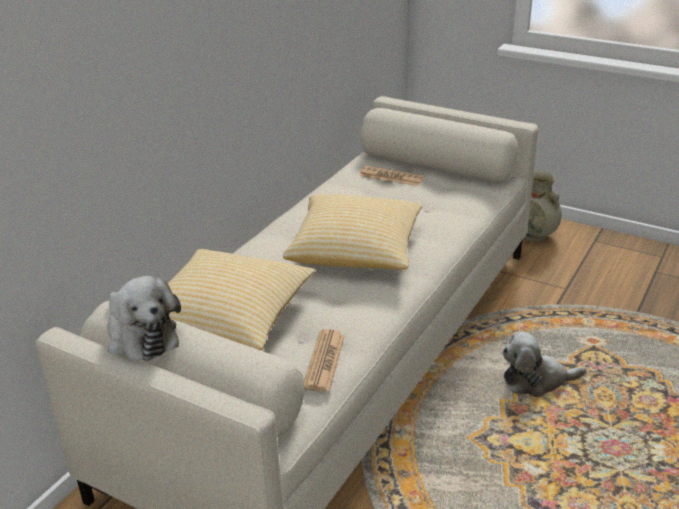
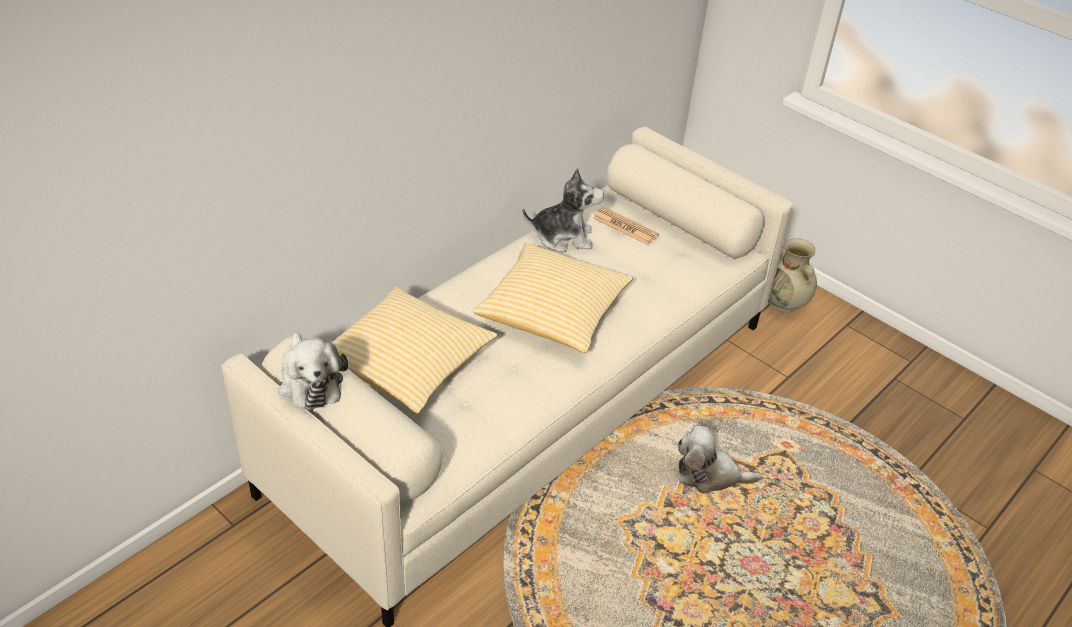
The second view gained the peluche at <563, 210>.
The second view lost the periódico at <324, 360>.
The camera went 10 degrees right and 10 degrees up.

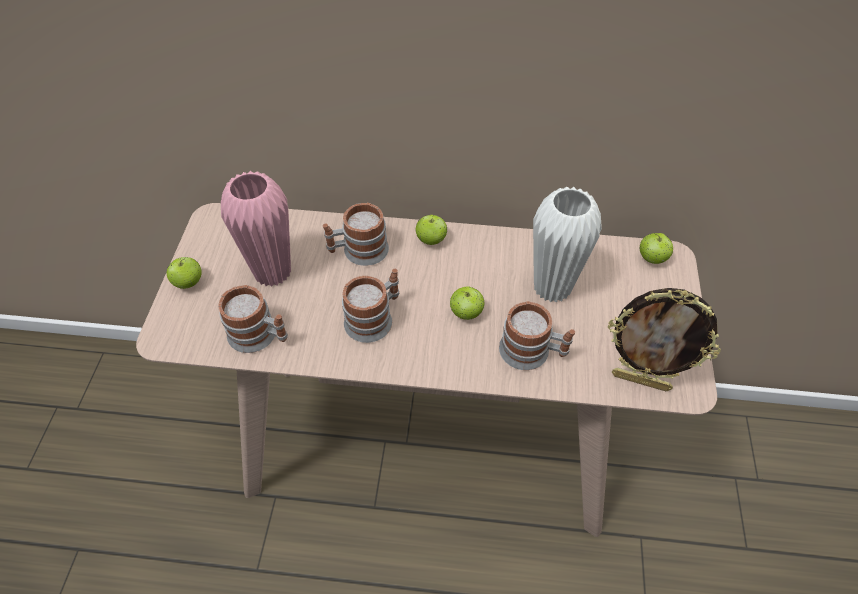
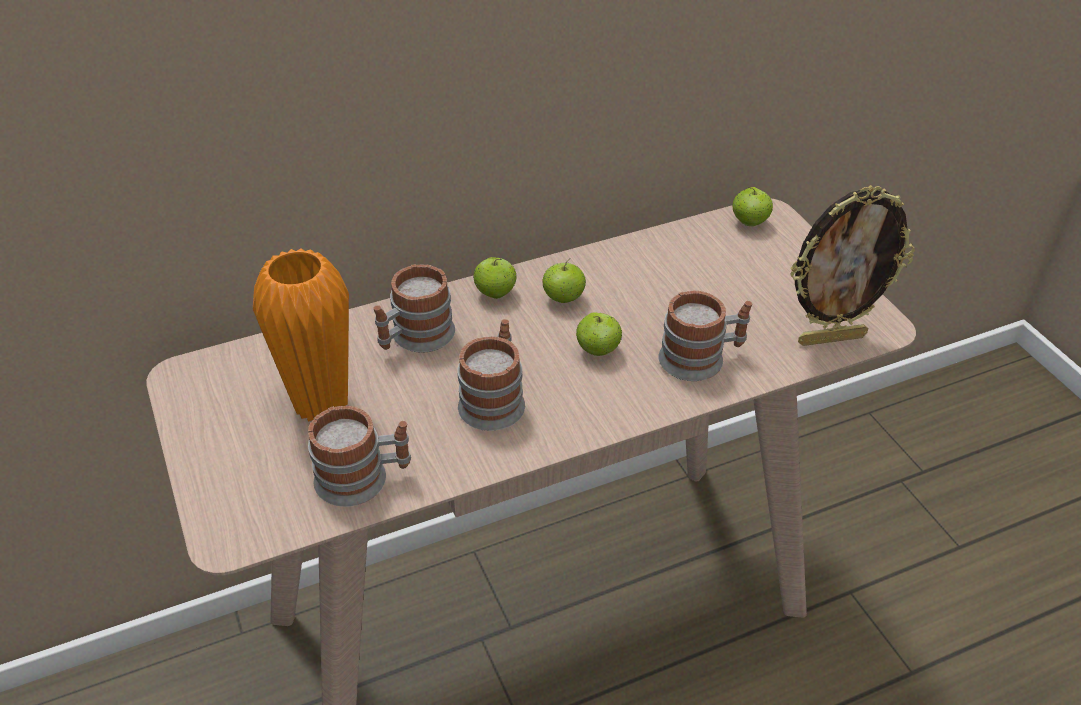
What was the florero [rosa] at <256, 229> turned into the florero [naranja] at <301, 335>.
The manzana ended up elsewhere, having gone from <184, 273> to <564, 280>.
The second view lost the florero [blanco] at <567, 245>.
The camera went 30 degrees left and 10 degrees down.

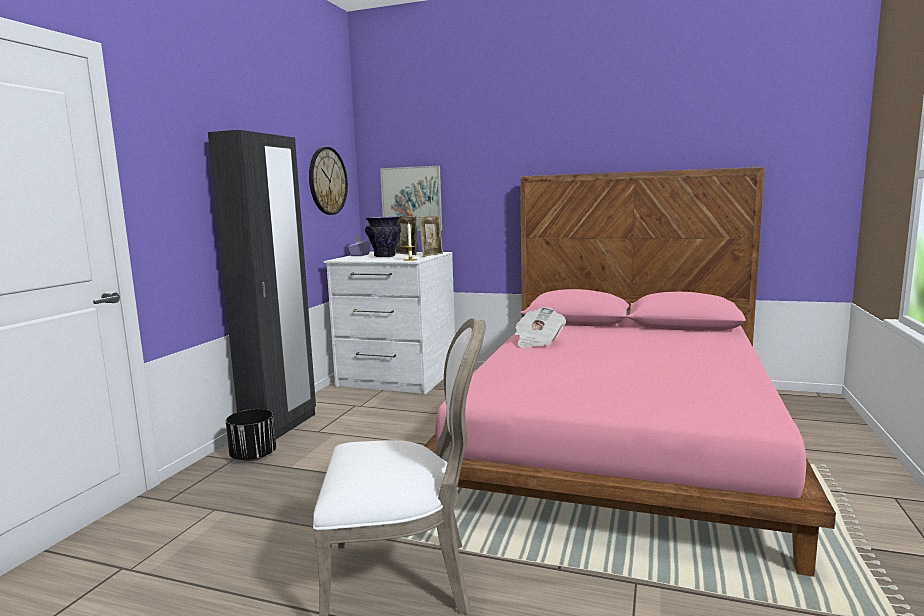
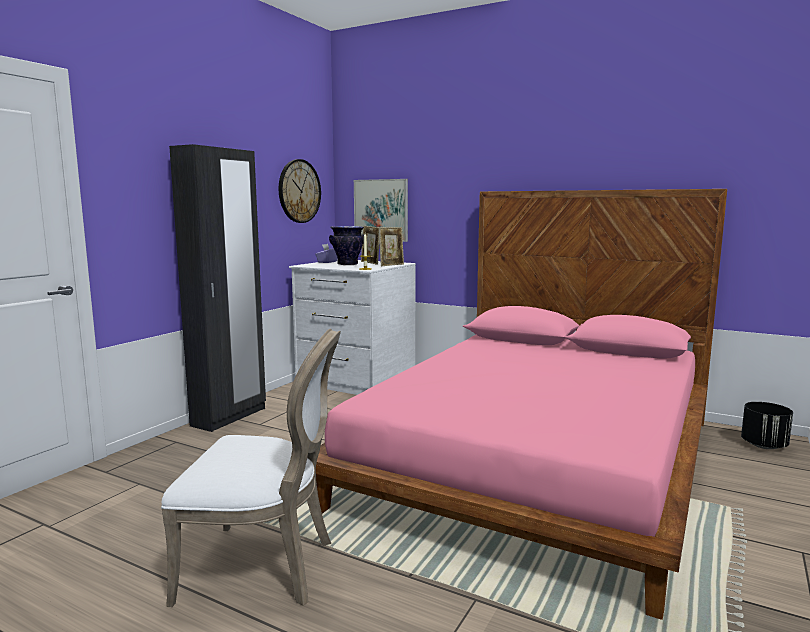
The maceta [negro] ended up elsewhere, having gone from <251, 435> to <767, 425>.
The second view lost the periódico at <540, 327>.
The camera went 10 degrees right and 0 degrees up.

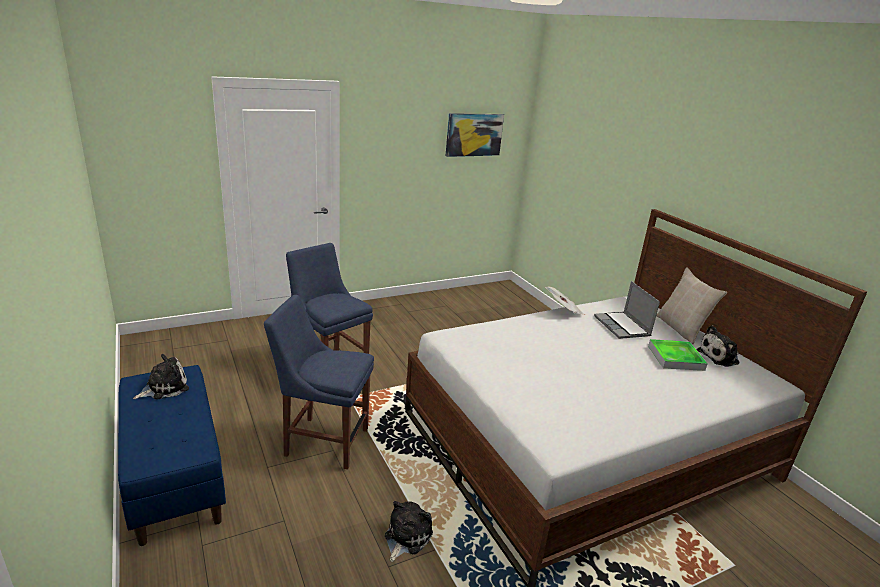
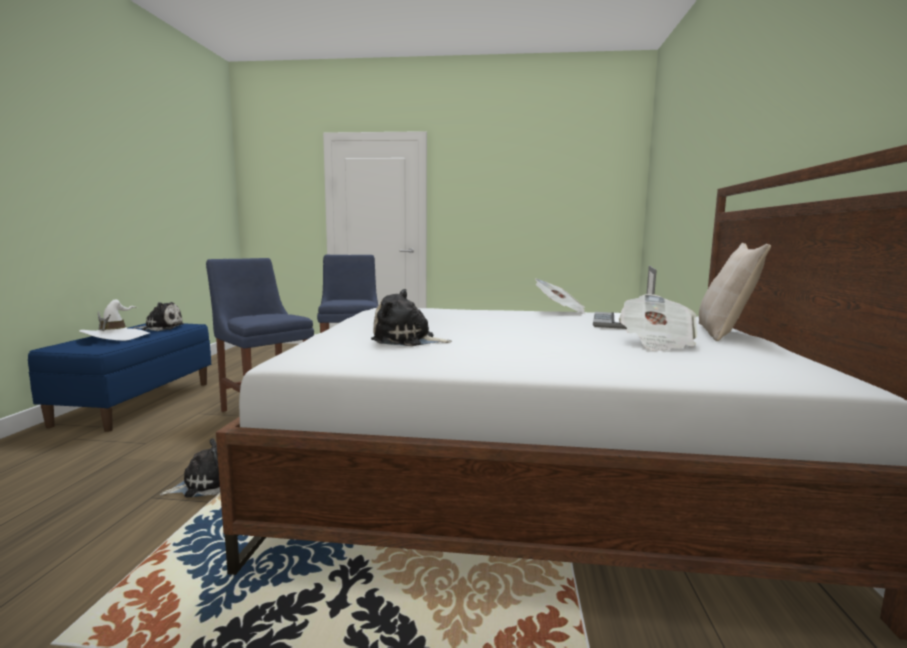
The second view gained the sombrero [blanco] at <114, 320>.
The peluche ended up elsewhere, having gone from <718, 346> to <411, 317>.
Where the bandeja stood at <678, 355>, the periódico came to stand at <658, 322>.
The second view lost the cuadro at <475, 135>.
The camera went 35 degrees right and 15 degrees down.

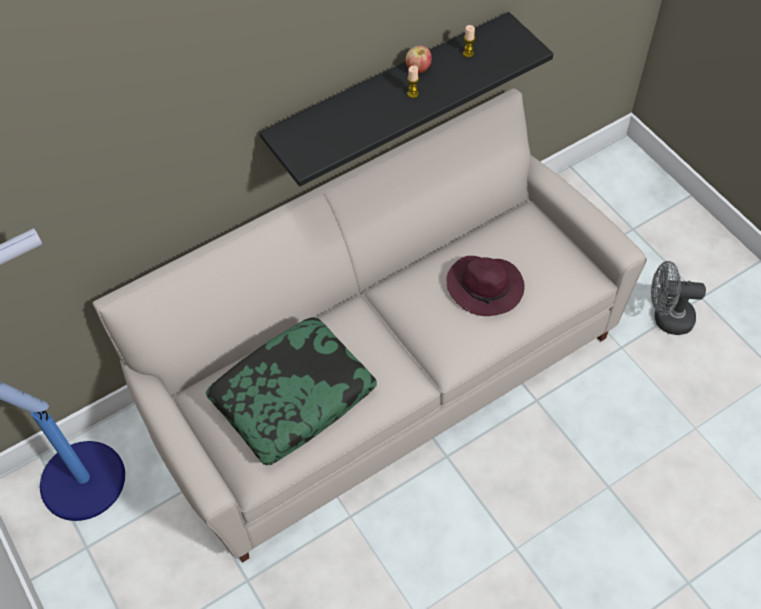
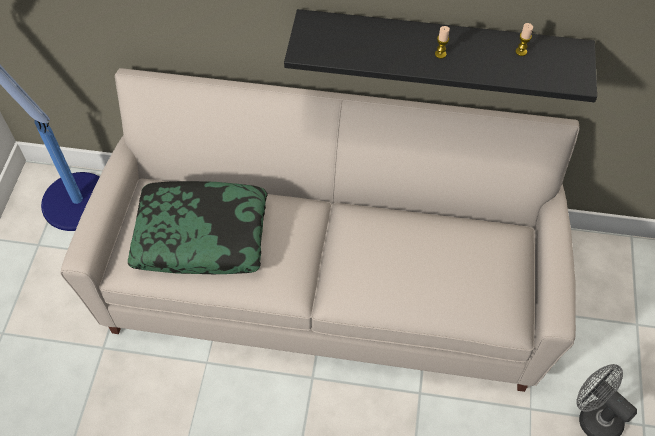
The second view lost the manzana at <419, 60>.
The second view lost the sombrero [morado] at <485, 286>.
The camera went 40 degrees right and 0 degrees up.

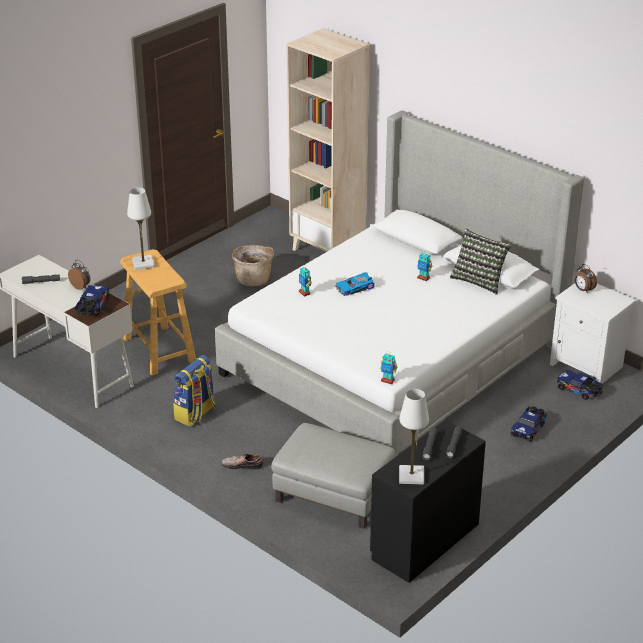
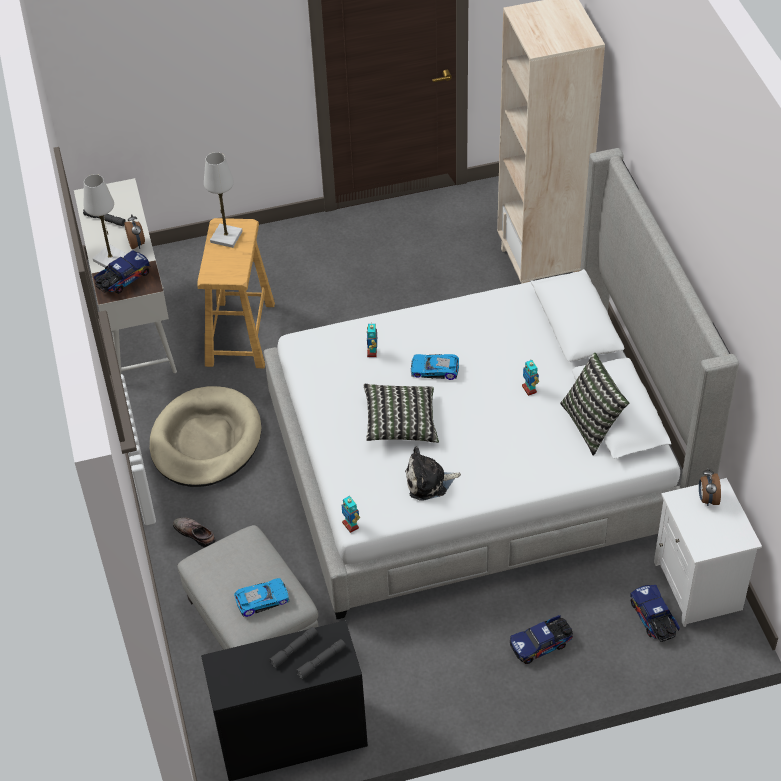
The lámpara de mesa [blanco] ended up elsewhere, having gone from <414, 437> to <105, 220>.
Where the mochila stood at <194, 391>, the cama para perro [beis] came to stand at <206, 436>.
The second view gained the coche de juguete at <262, 597>.
The second view gained the cojín at <401, 413>.
The second view gained the peluche at <433, 473>.
The second view lost the cesta at <253, 266>.
The camera went 35 degrees right and 15 degrees up.

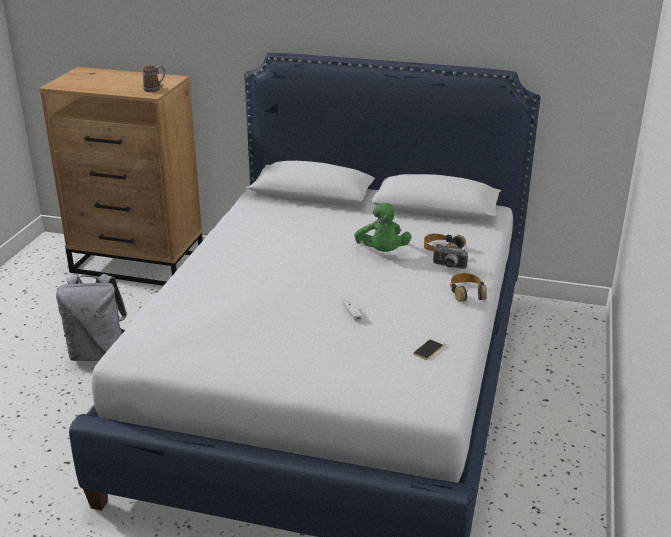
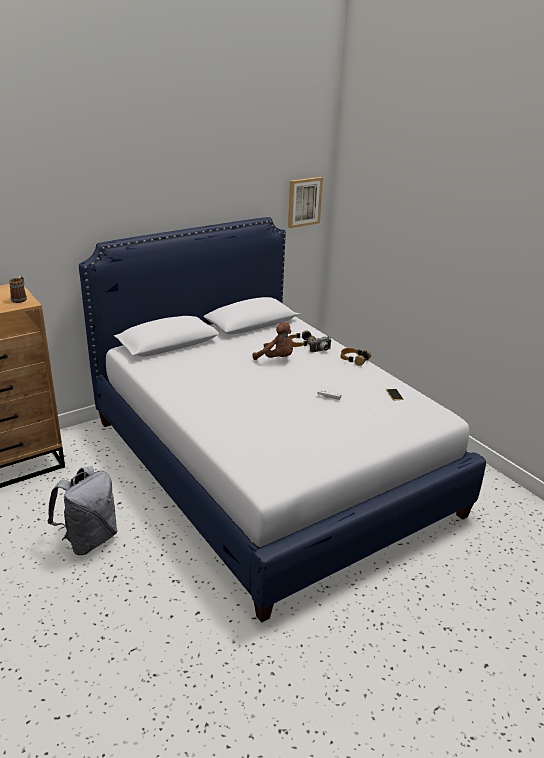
What was the peluche [verde] at <382, 227> turned into the peluche [marrón] at <273, 341>.
The second view gained the cuadro at <305, 202>.
The camera went 50 degrees left and 0 degrees up.

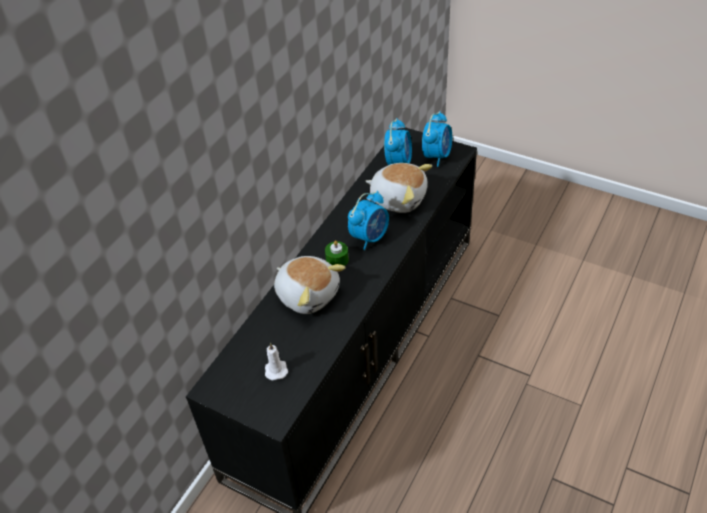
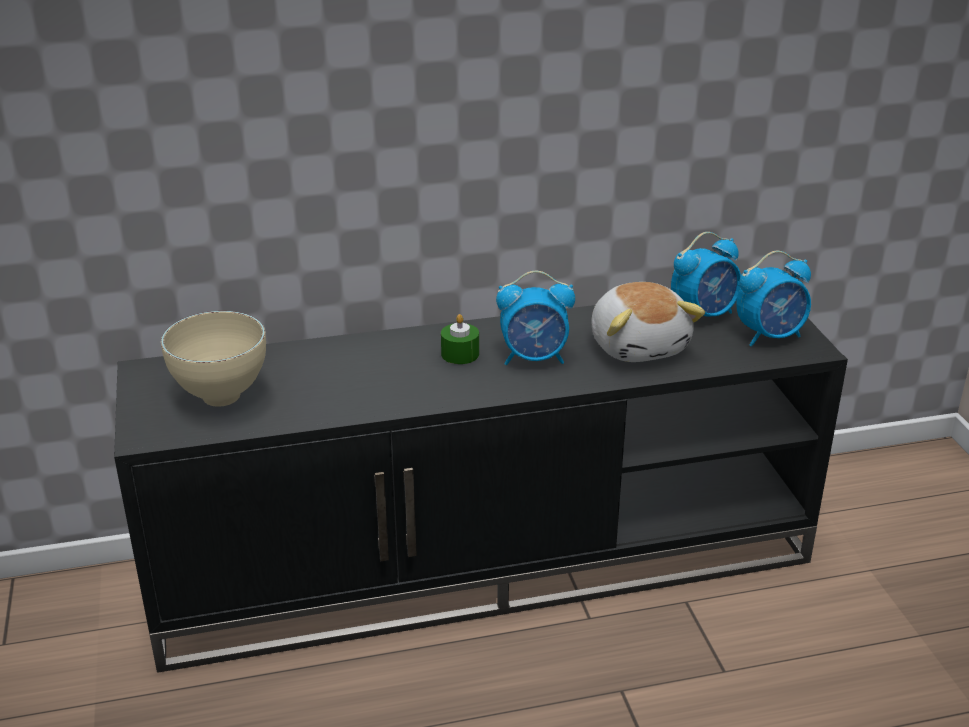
Where the vela [blanco] stood at <276, 361>, the cuenco [beis] came to stand at <213, 359>.
The second view lost the peluche at <310, 285>.
The camera went 45 degrees right and 15 degrees down.

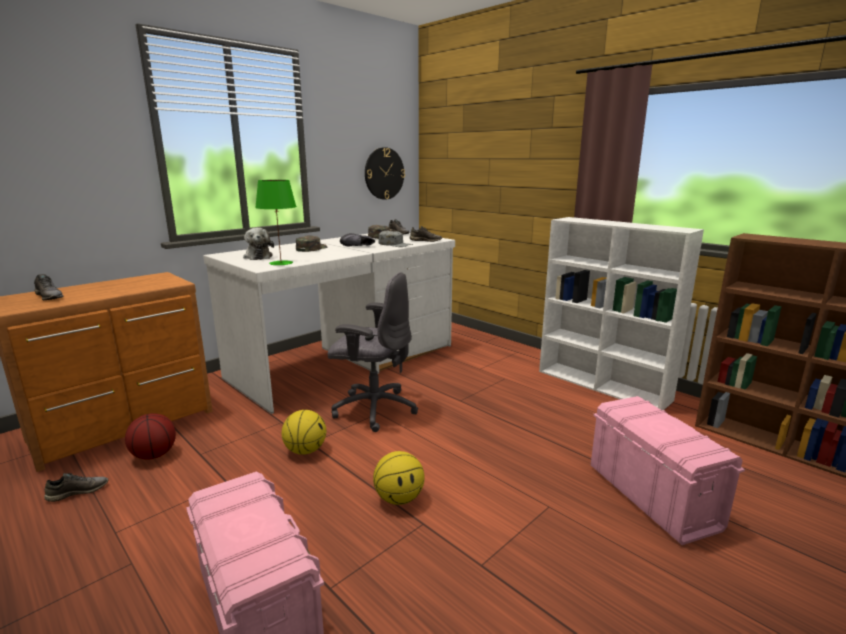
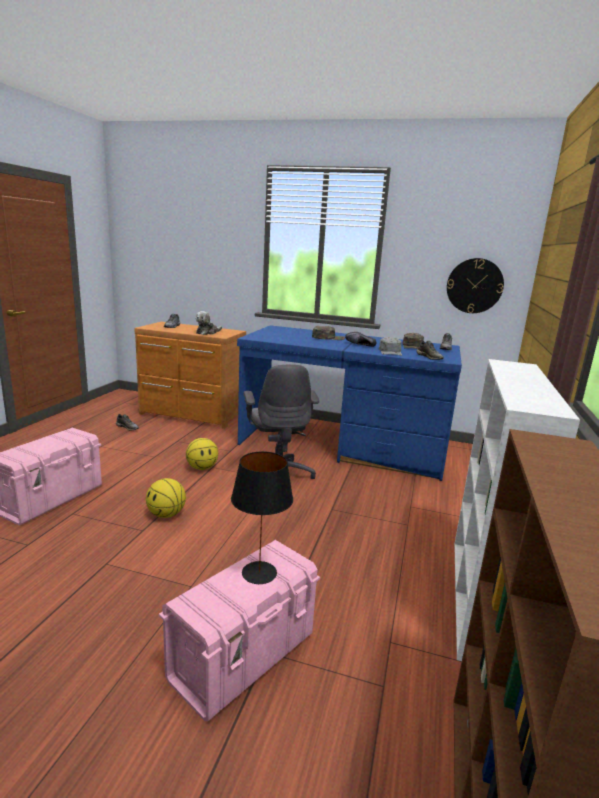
The peluche ended up elsewhere, having gone from <258, 244> to <208, 323>.
The second view gained the lámpara de mesa [negro] at <262, 517>.
What was the escritorio [blanco] at <329, 323> turned into the escritorio [azul] at <349, 403>.
The second view lost the balón de baloncesto at <150, 436>.
The second view lost the lámpara de mesa [verde] at <276, 222>.
The camera went 60 degrees right and 0 degrees up.

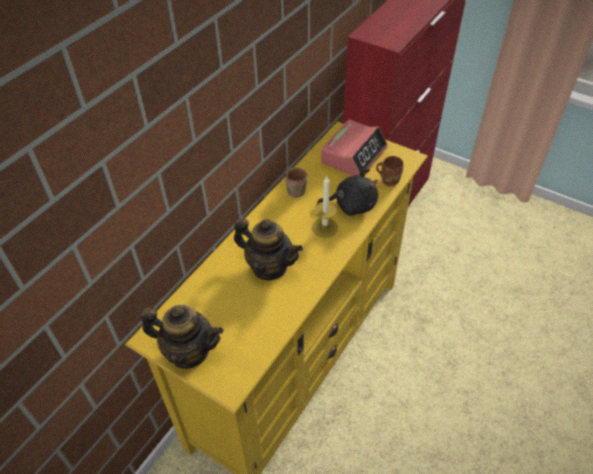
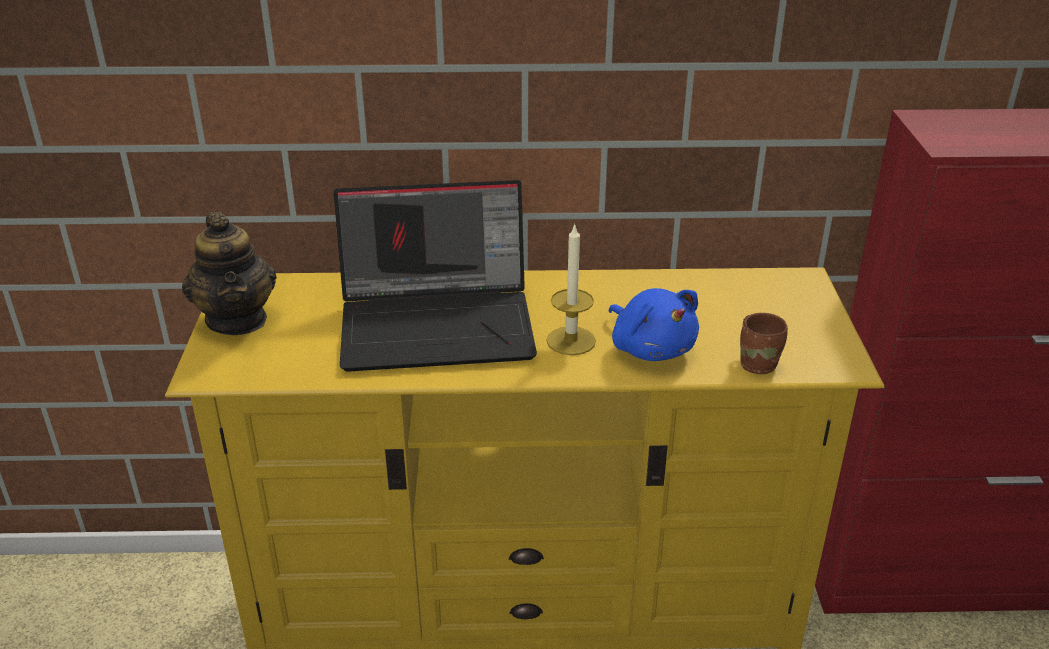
Where the tetera stood at <268, 249>, the portátil came to stand at <435, 276>.
What was the peluche [negro] at <347, 192> turned into the peluche [azul] at <654, 324>.
The second view lost the taza grande [marrón] at <296, 183>.
The second view lost the despertador at <354, 147>.
The camera went 55 degrees right and 15 degrees down.

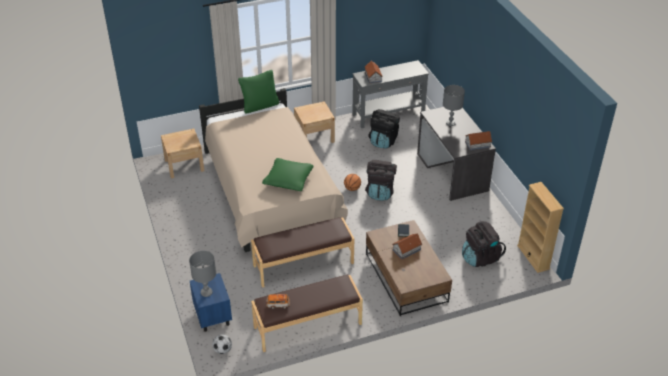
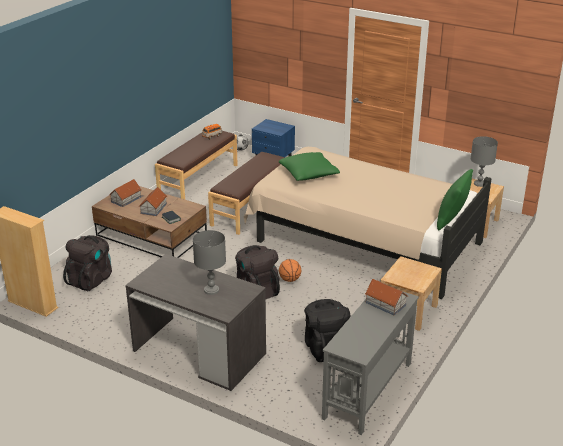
The casita ended up elsewhere, having gone from <478, 140> to <125, 193>.
The lámpara de mesa [gris] ended up elsewhere, having gone from <202, 274> to <484, 161>.
The camera went 140 degrees right and 10 degrees down.

